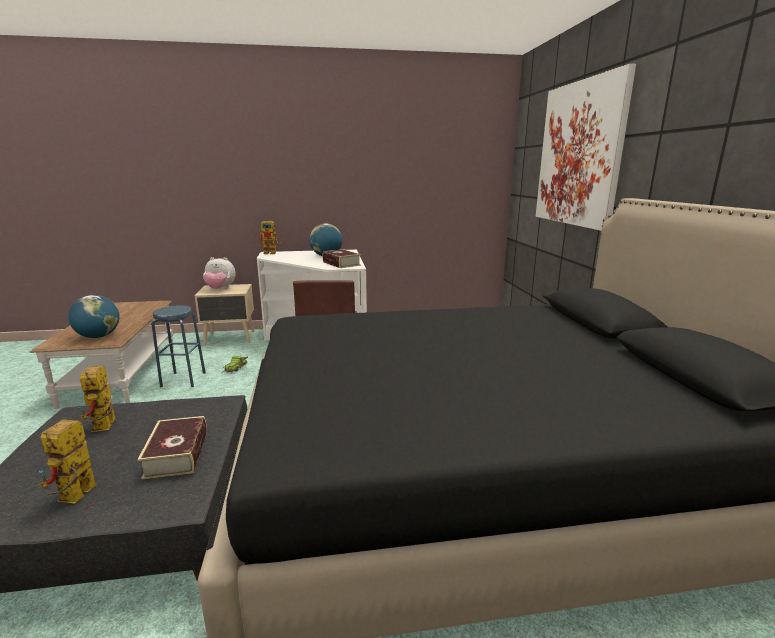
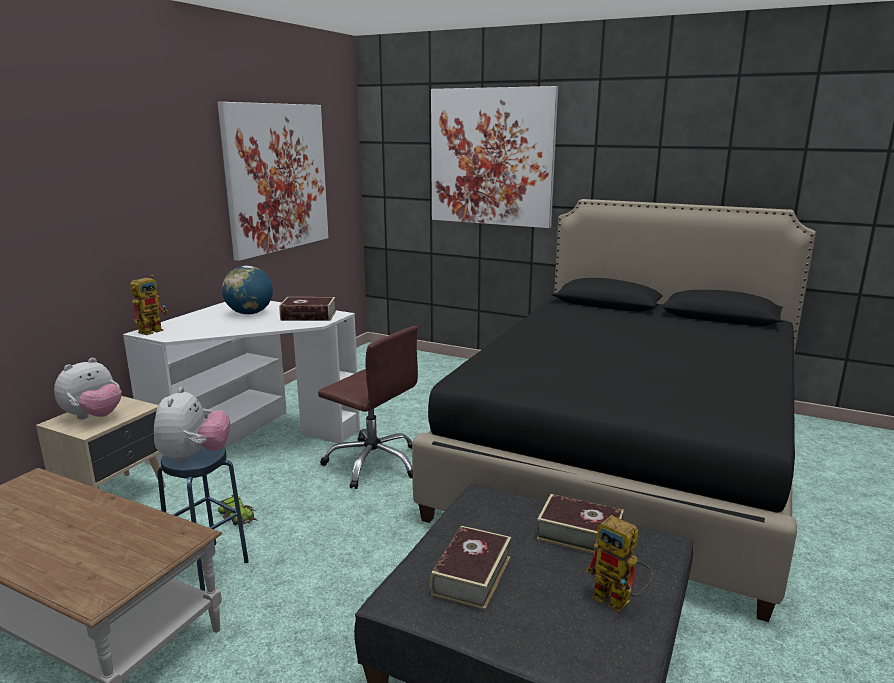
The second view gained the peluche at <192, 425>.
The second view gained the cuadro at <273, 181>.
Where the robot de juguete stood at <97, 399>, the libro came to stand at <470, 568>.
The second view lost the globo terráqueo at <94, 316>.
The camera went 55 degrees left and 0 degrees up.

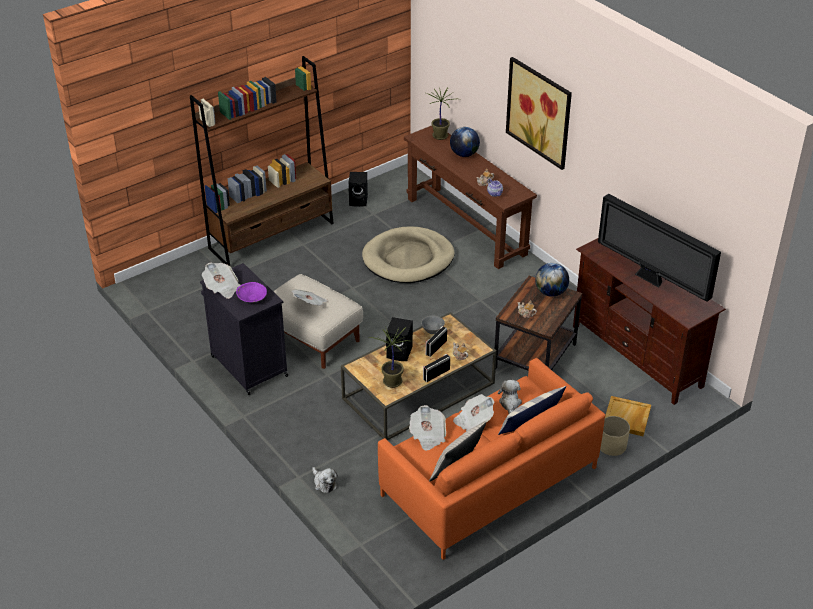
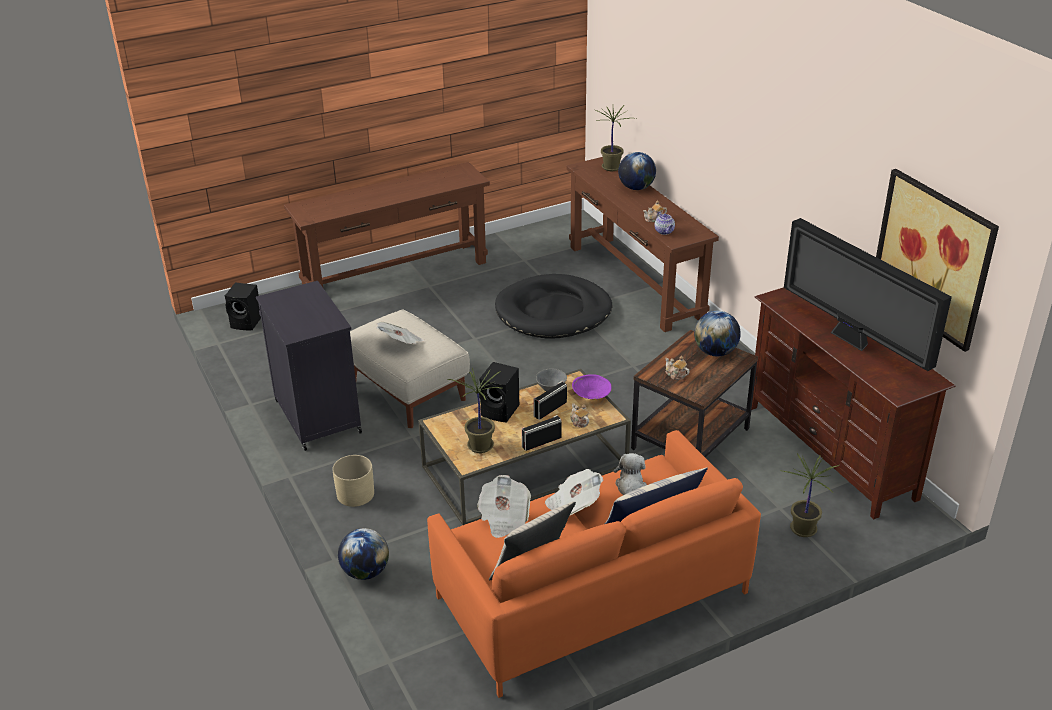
The altavoz [negro] ended up elsewhere, having gone from <358, 189> to <243, 306>.
Where the estantería [marrón] stood at <262, 161>, the mesa consola [marrón] came to stand at <387, 224>.
The maceta [beis] ended up elsewhere, having gone from <615, 436> to <353, 481>.
Where the peluche stood at <325, 480>, the globo terráqueo came to stand at <363, 554>.
What was the cama para perro [beis] at <408, 254> turned into the cama para perro [negro] at <553, 306>.
The cuenco [morado] ended up elsewhere, having gone from <251, 292> to <592, 386>.
Where the bandeja [beis] stood at <628, 416>, the planta en maceta came to stand at <811, 495>.
The cuadro ended up elsewhere, having gone from <539, 113> to <937, 260>.
The second view lost the periódico at <221, 280>.
The camera went 10 degrees right and 5 degrees down.

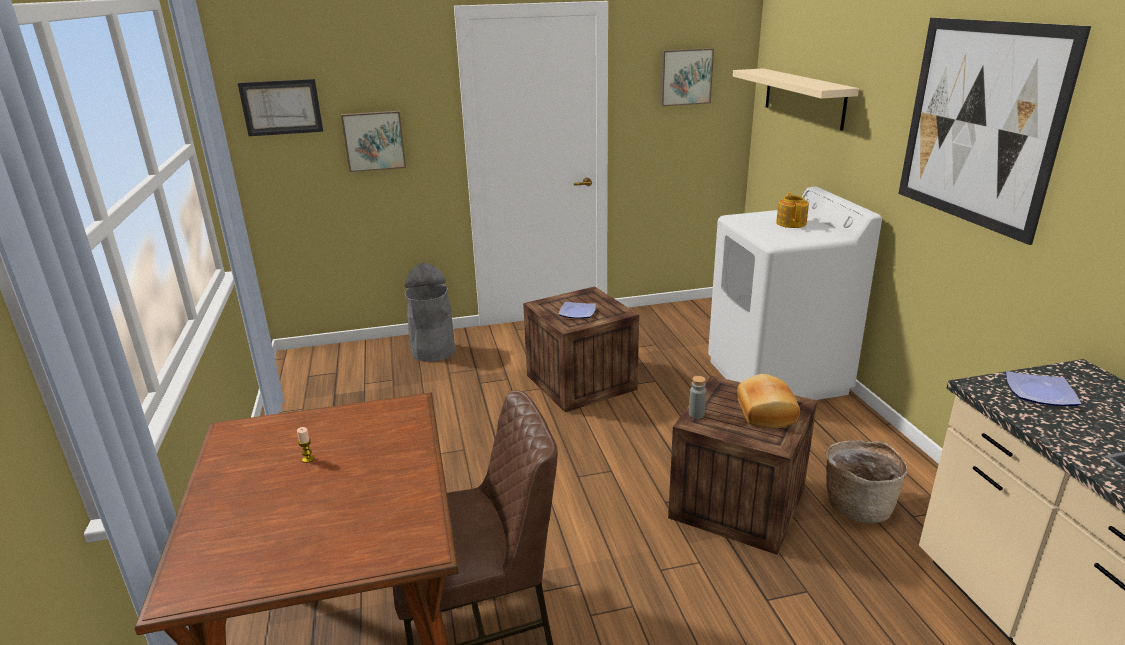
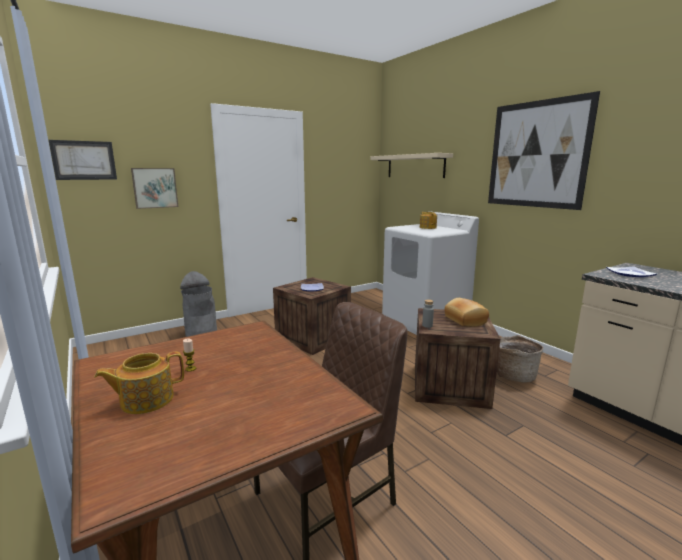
The second view gained the tetera at <139, 383>.
The second view lost the cuadro at <687, 77>.
The camera went 20 degrees left and 10 degrees down.

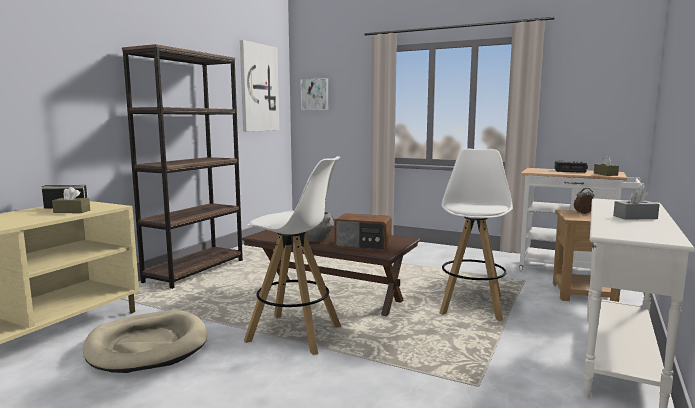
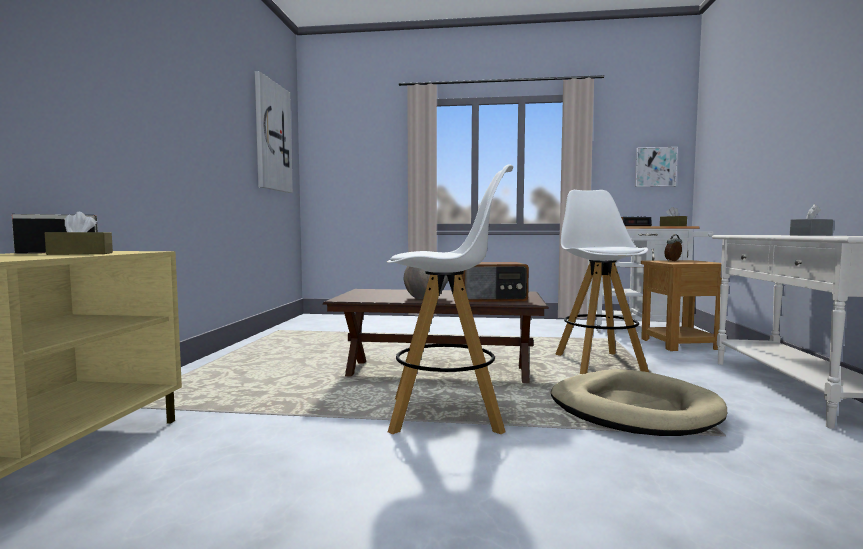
The cama para perro [beis] ended up elsewhere, having gone from <145, 341> to <639, 402>.
The cuadro ended up elsewhere, having gone from <314, 94> to <656, 167>.
The second view lost the estantería [marrón] at <182, 166>.
The camera went 20 degrees left and 5 degrees down.

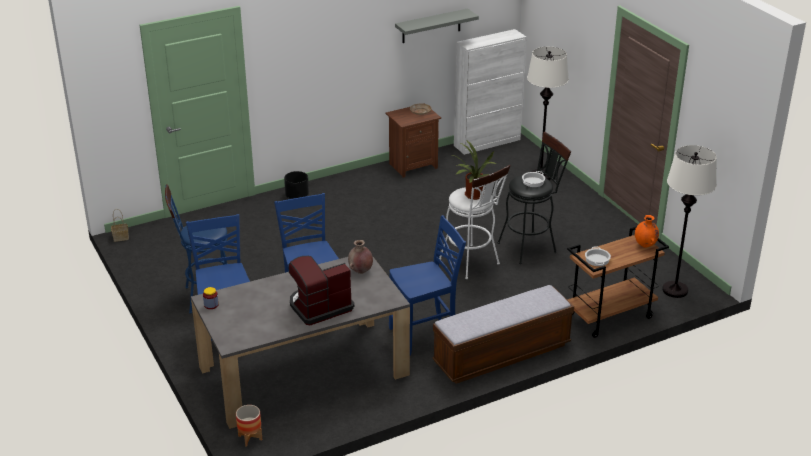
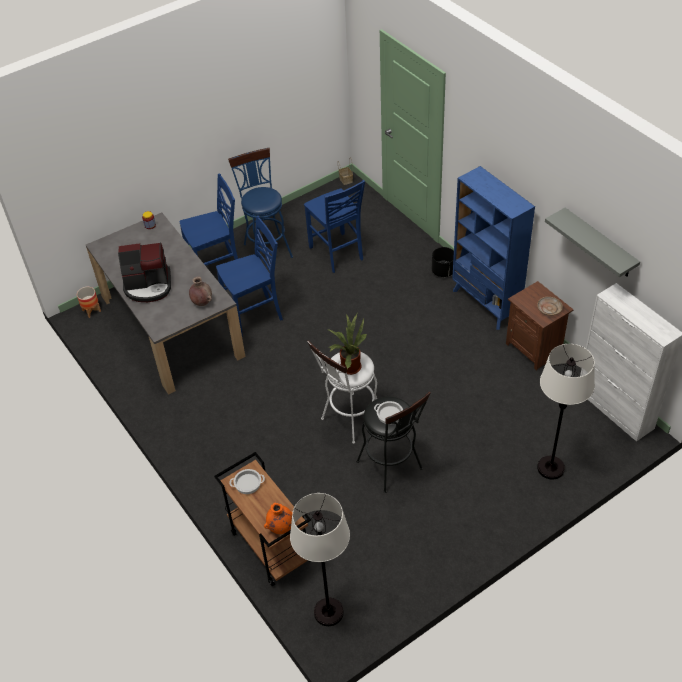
The cafetera at <321, 290> ended up facing another way, 120 degrees clockwise from before.
The silla [azul] ended up elsewhere, having gone from <427, 285> to <334, 226>.
The second view gained the estantería [azul] at <493, 248>.
The second view lost the banco at <503, 334>.
The camera went 85 degrees right and 15 degrees up.

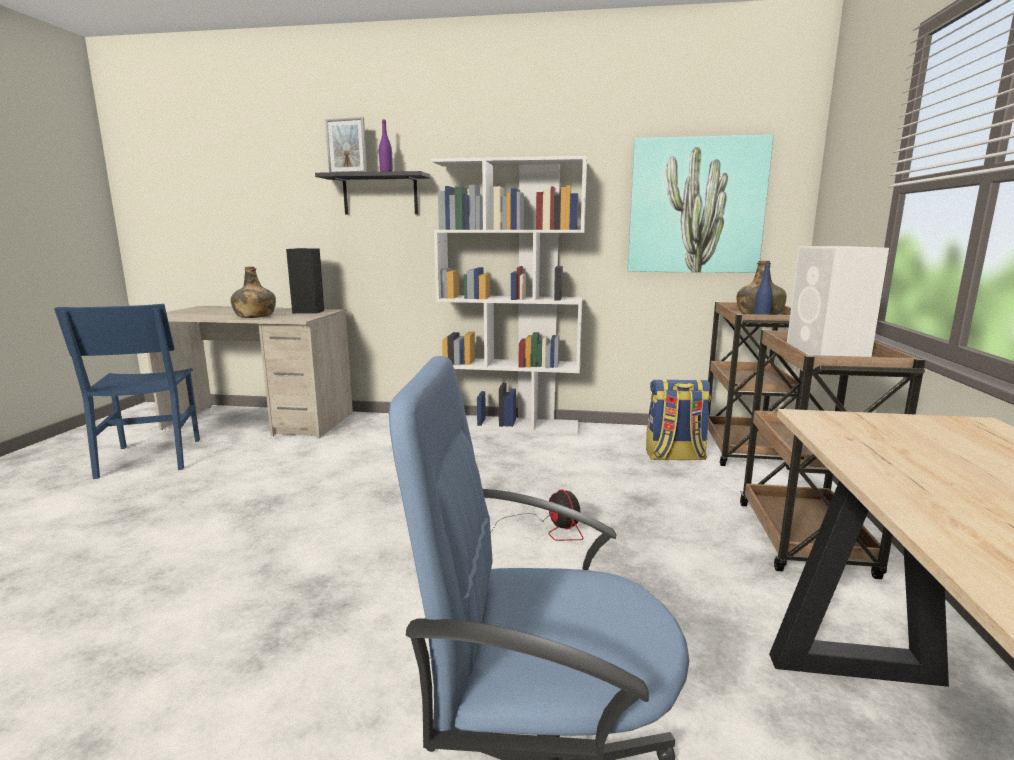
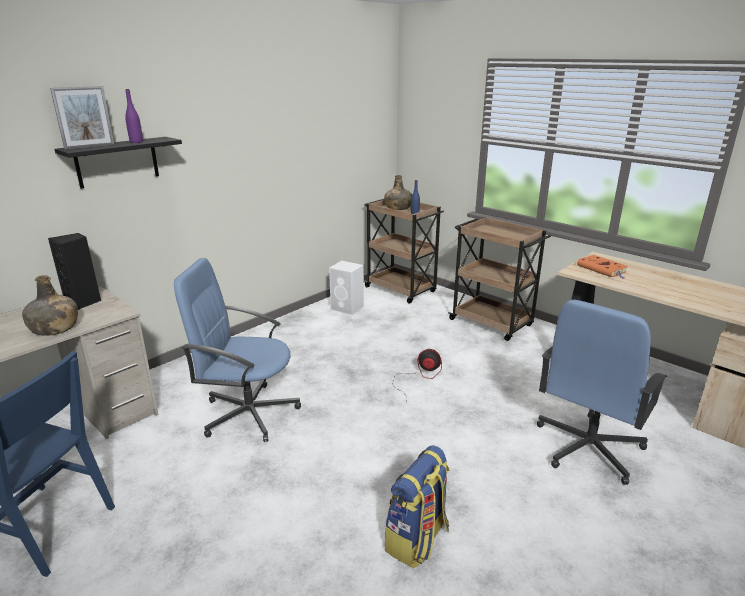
The second view gained the silla de oficina [azul] at <237, 350>.
The altavoz [blanco] ended up elsewhere, having gone from <838, 301> to <346, 288>.
The mochila ended up elsewhere, having gone from <678, 420> to <417, 506>.
The second view gained the libro [naranja] at <602, 267>.
The second view lost the estantería [blanco] at <509, 295>.
The second view lost the cuadro at <701, 204>.
The camera went 55 degrees left and 10 degrees up.

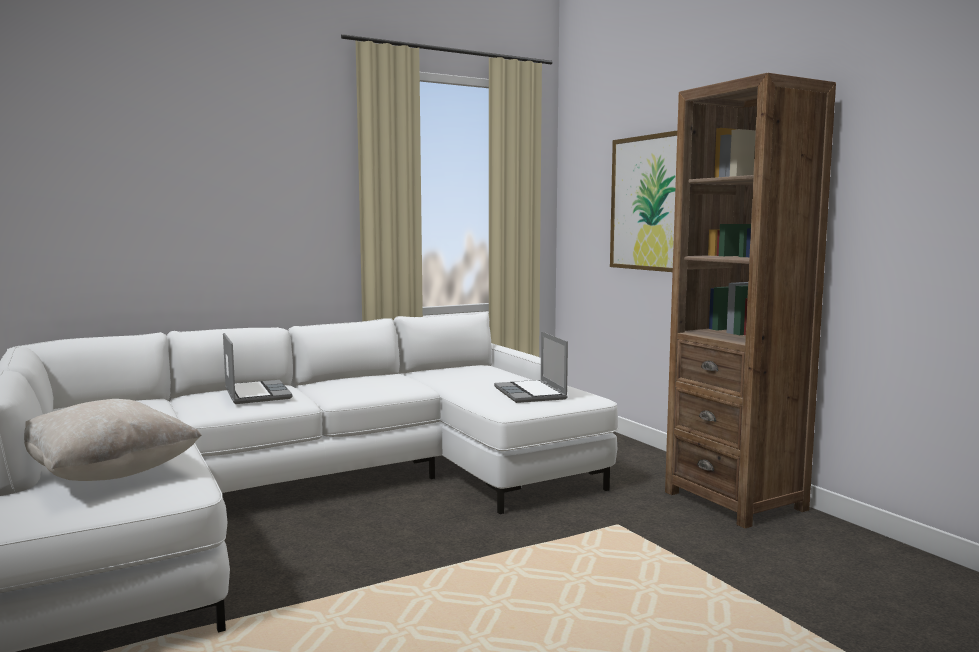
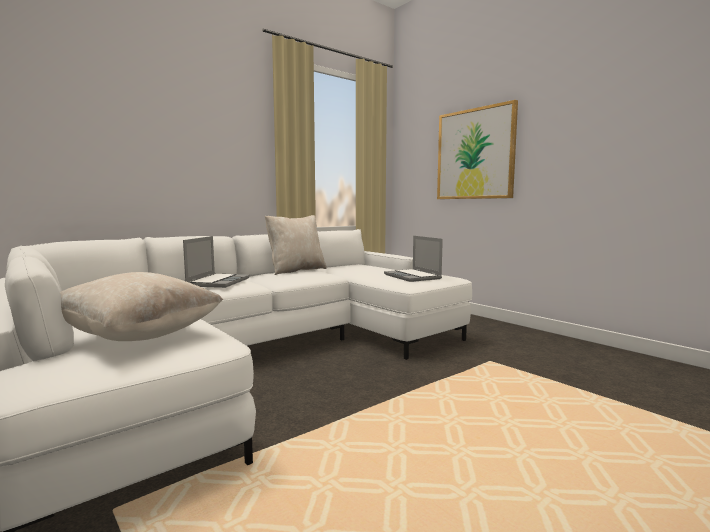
The portátil at <257, 368> ended up facing another way, 45 degrees clockwise from before.
The second view gained the cojín [beis] at <296, 245>.
The second view lost the estantería [marrón] at <750, 300>.
The camera went 10 degrees left and 0 degrees up.

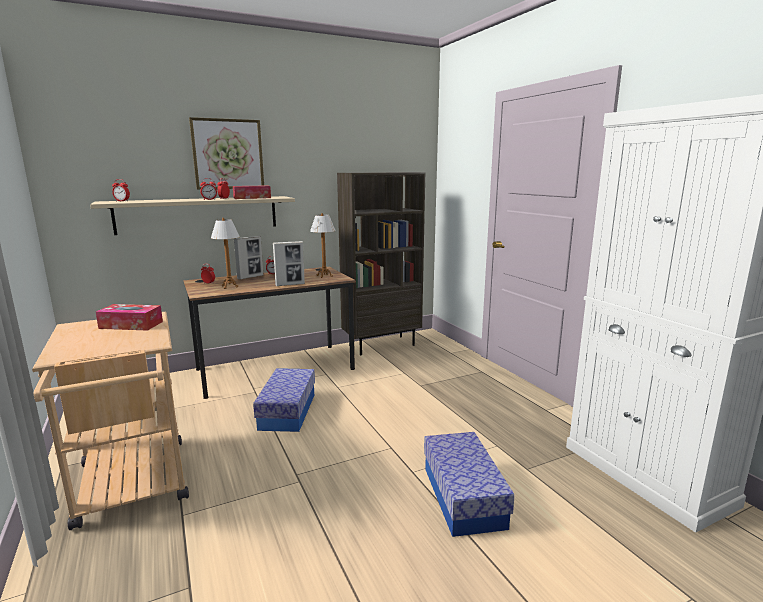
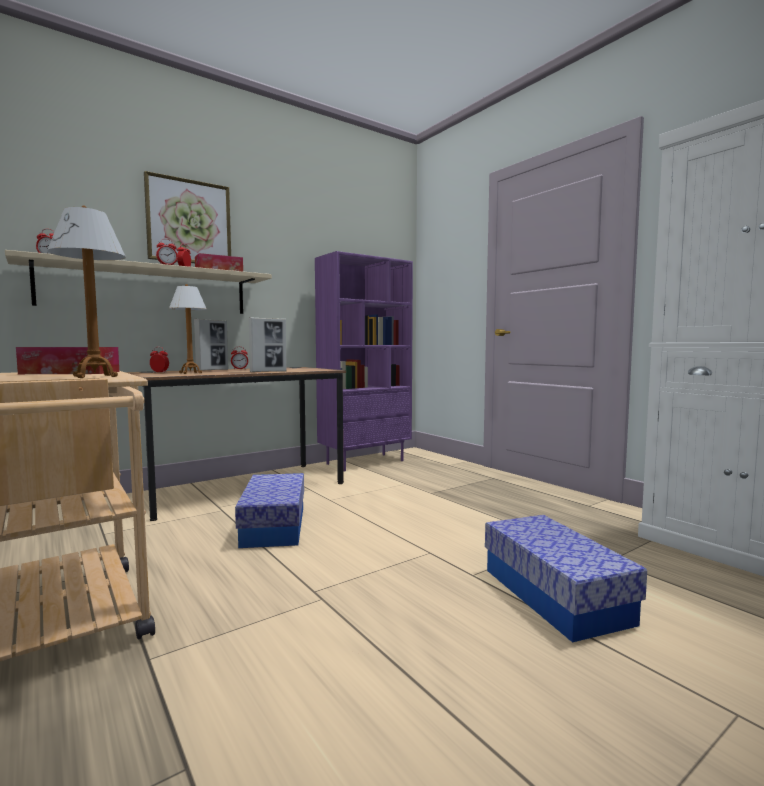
The lámpara de mesa ended up elsewhere, having gone from <323, 245> to <86, 292>.
What was the estantería [marrón] at <381, 263> turned into the estantería [morado] at <364, 361>.
The camera went 10 degrees left and 10 degrees down.

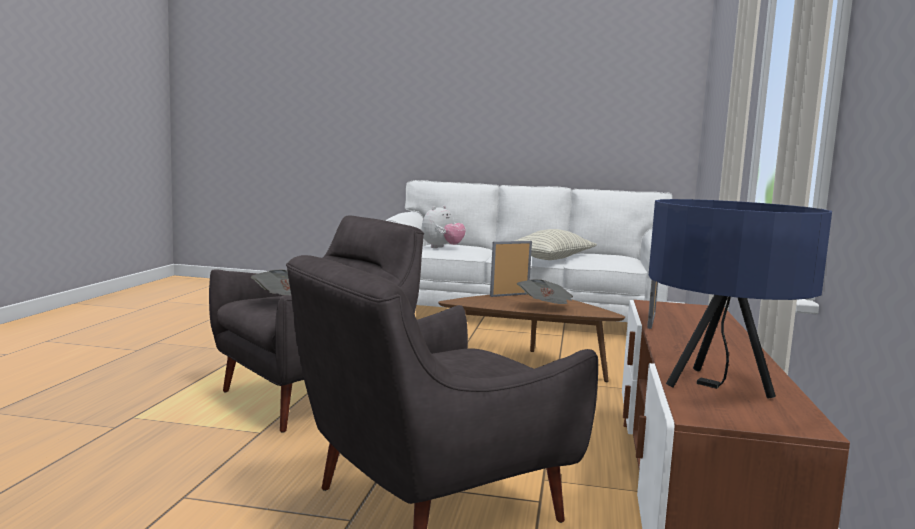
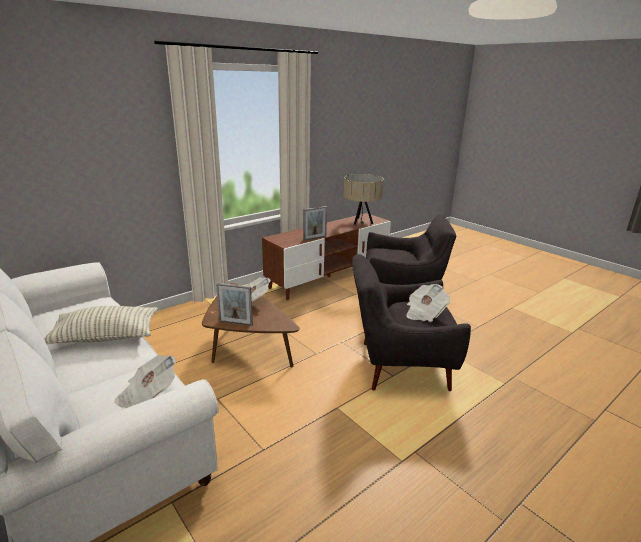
Where the peluche stood at <443, 226>, the periódico came to stand at <145, 382>.
What was the lámpara de mesa [azul] at <740, 298> turned into the lámpara de mesa [beis] at <363, 199>.
The camera went 140 degrees left and 15 degrees up.

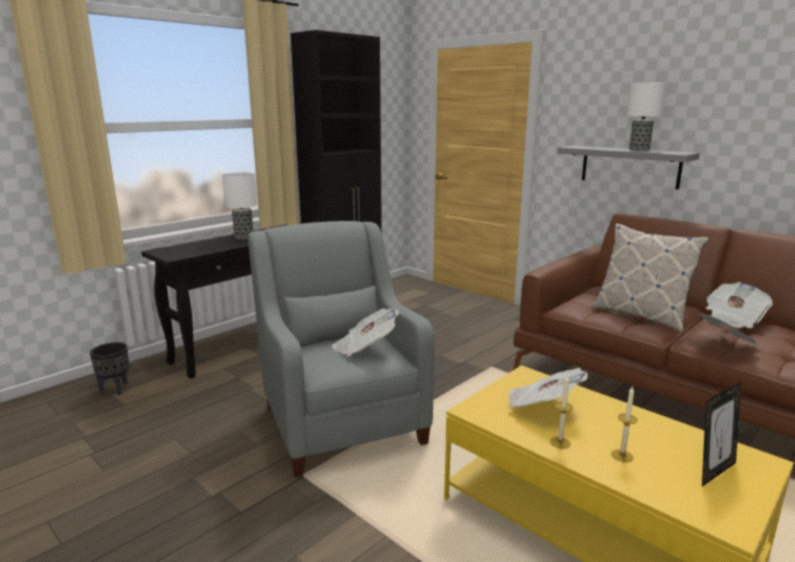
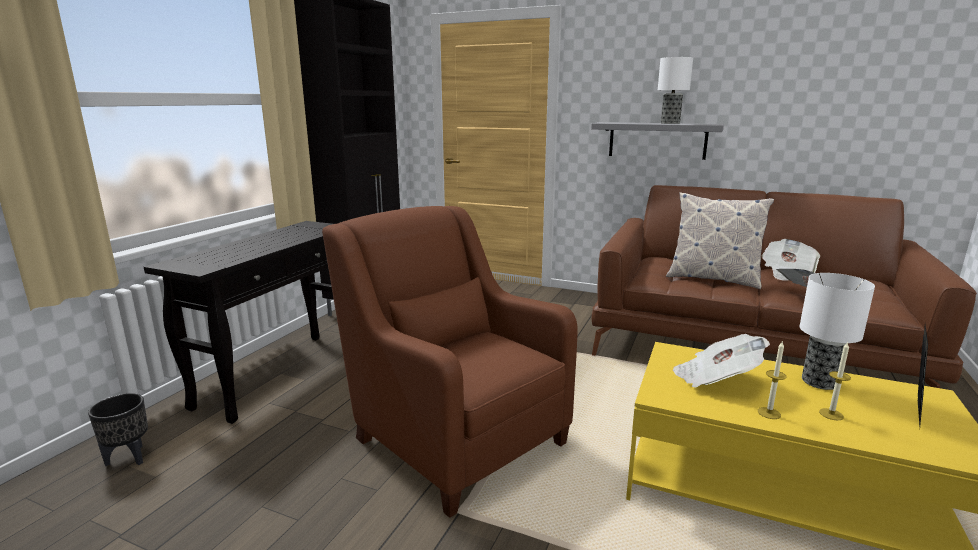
What was the sillón [gris] at <341, 349> turned into the sillón [marrón] at <450, 362>.
The lámpara de mesa ended up elsewhere, having gone from <239, 206> to <837, 331>.
The second view lost the periódico at <365, 332>.
The camera went 20 degrees left and 0 degrees up.

